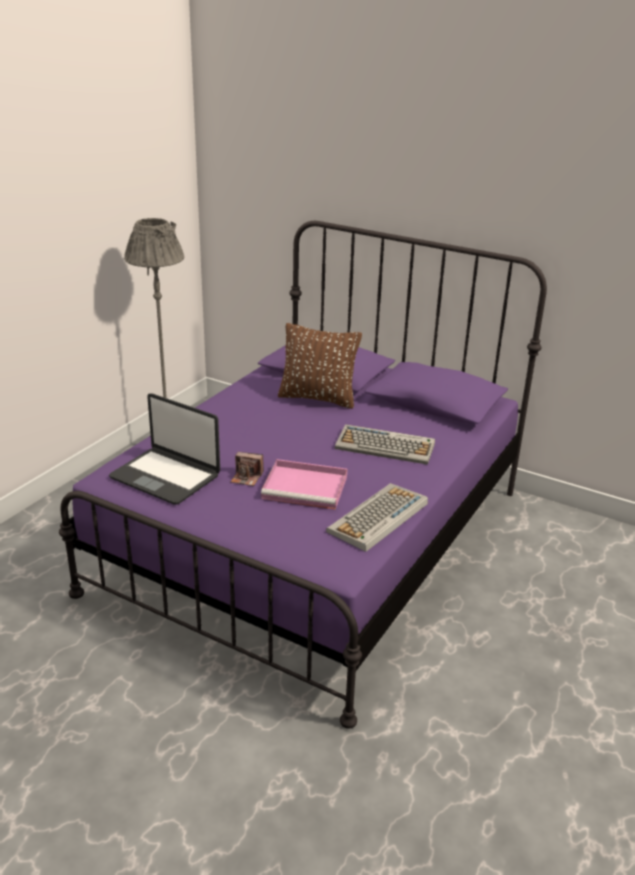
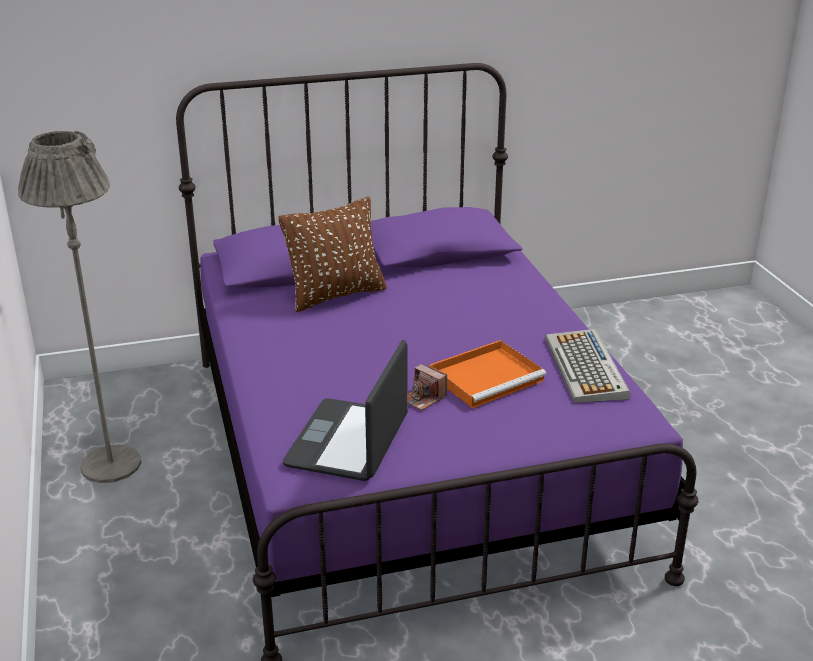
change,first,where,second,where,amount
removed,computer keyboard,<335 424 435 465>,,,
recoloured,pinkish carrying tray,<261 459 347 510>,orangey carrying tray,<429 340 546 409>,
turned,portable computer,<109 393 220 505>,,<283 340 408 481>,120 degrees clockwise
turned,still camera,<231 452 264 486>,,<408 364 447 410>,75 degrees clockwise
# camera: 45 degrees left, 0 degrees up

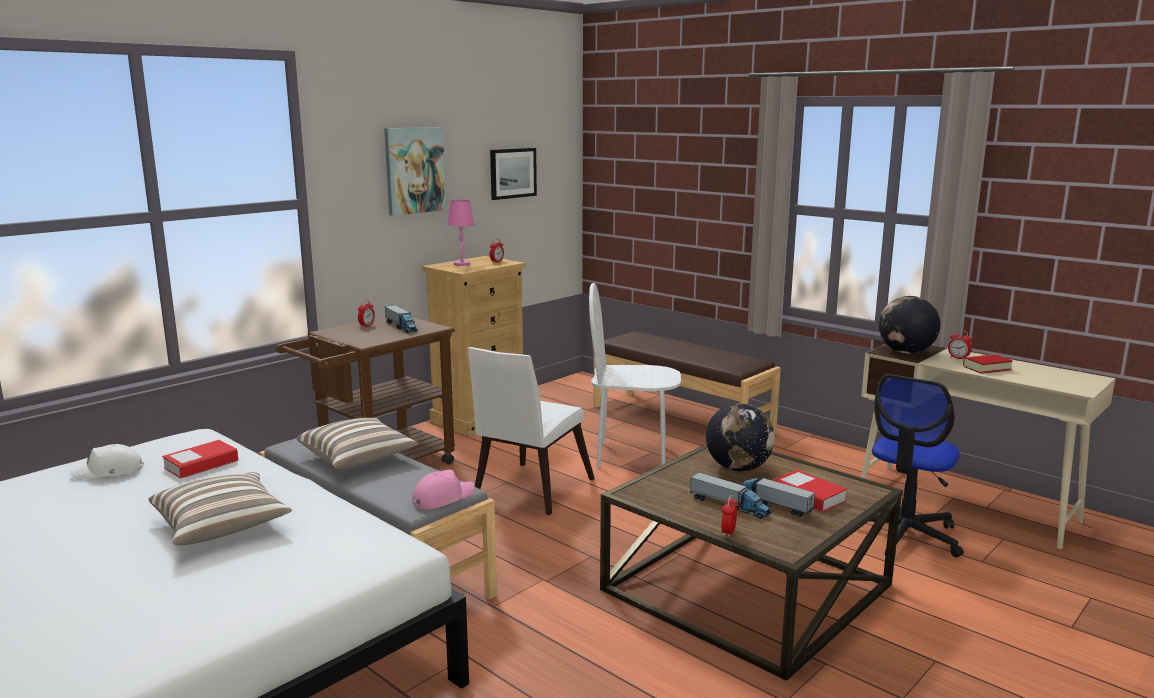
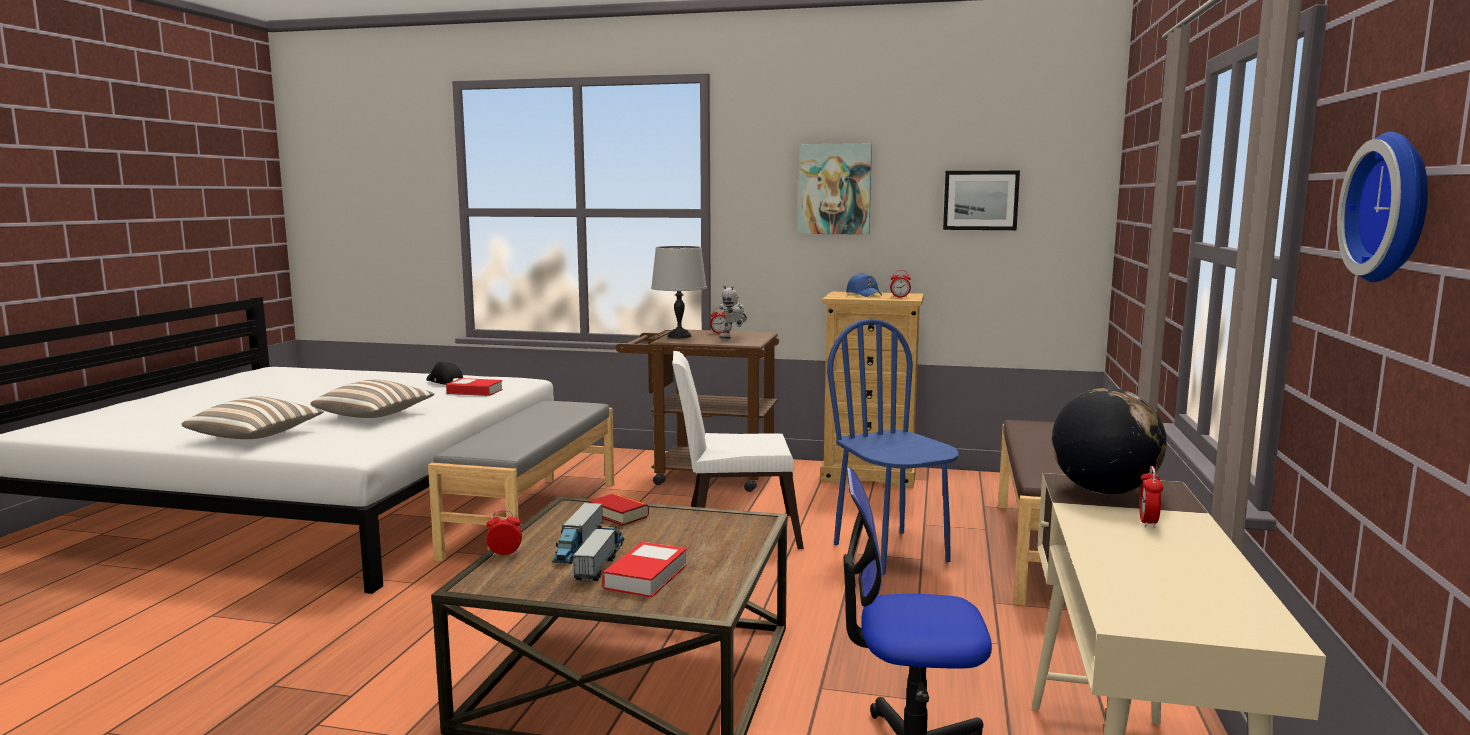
change,first,where,second,where,amount
removed,pinkish baseball cap,<413 470 475 509>,,,
removed,globe,<706 403 775 471>,,,
added,,,gray tabletop lamp,<651 246 707 338>,
added,,,clock on the wall,<1337 132 1428 282>,
moved,cushion,<296 417 418 470>,,<181 396 324 439>,
moved,volume,<963 354 1013 374>,,<589 493 649 526>,
replaced,toy truck,<385 305 418 333>,model robot,<719 285 747 339>,
replaced,pinkish tabletop lamp,<447 200 474 266>,bluish baseball cap,<846 273 882 297>,
recoloured,white baseball cap,<69 444 144 480>,black-coloured baseball cap,<426 362 463 385>,
recoloured,white upright chair,<589 283 681 468>,bluish upright chair,<827 318 959 575>,
# camera: 60 degrees right, 5 degrees down

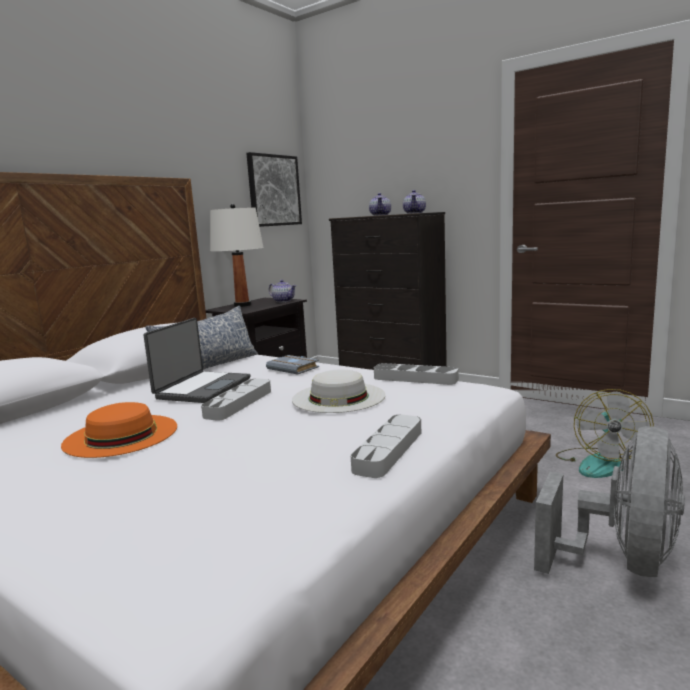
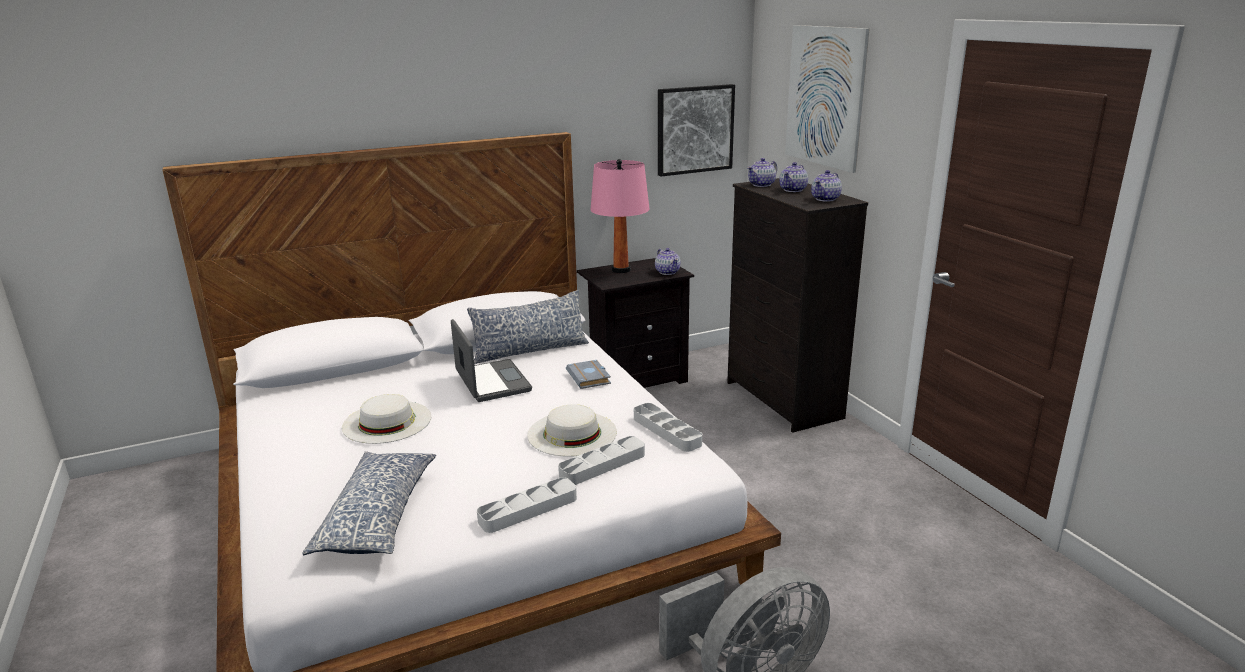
change,first,where,second,where,amount
removed,fan,<556 389 654 478>,,,
added,,,cushion,<302 451 436 555>,
added,,,teapot,<747 158 777 187>,
added,,,picture,<785 25 869 173>,
moved,gray carrying tray,<201 378 271 421>,,<558 436 645 485>,
recoloured,orangey wearable hat,<61 402 177 458>,white wearable hat,<342 394 431 444>,
recoloured,white tabletop lamp,<210 204 264 307>,pinkish tabletop lamp,<590 159 650 273>,
turned,portable computer,<143 318 251 403>,,<451 319 532 402>,75 degrees counterclockwise
# camera: 30 degrees right, 10 degrees up

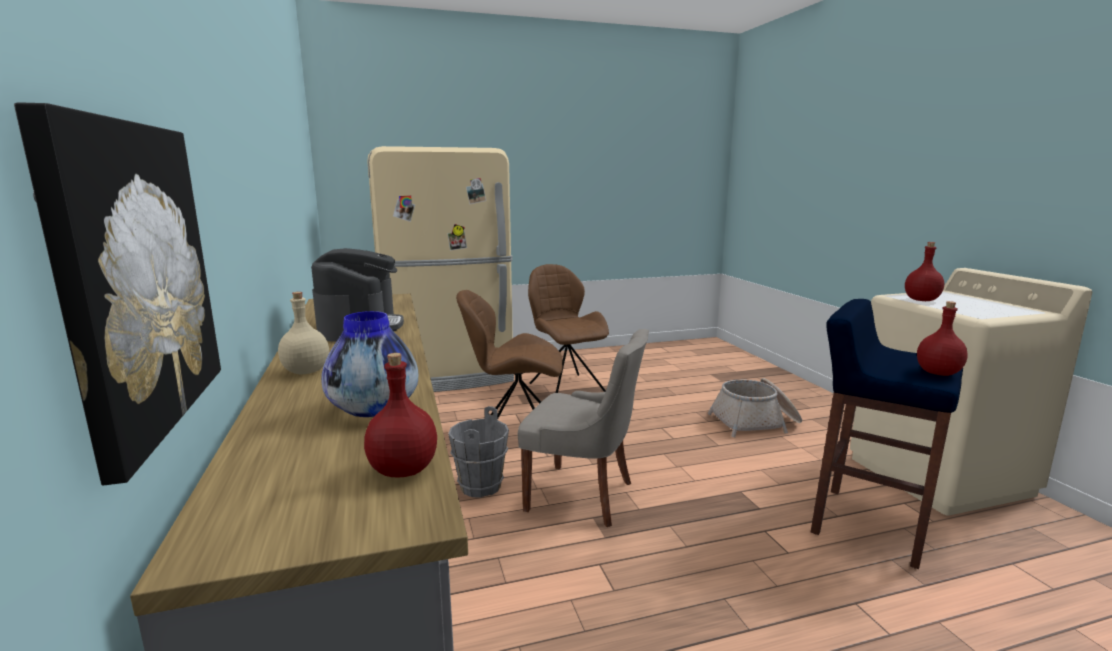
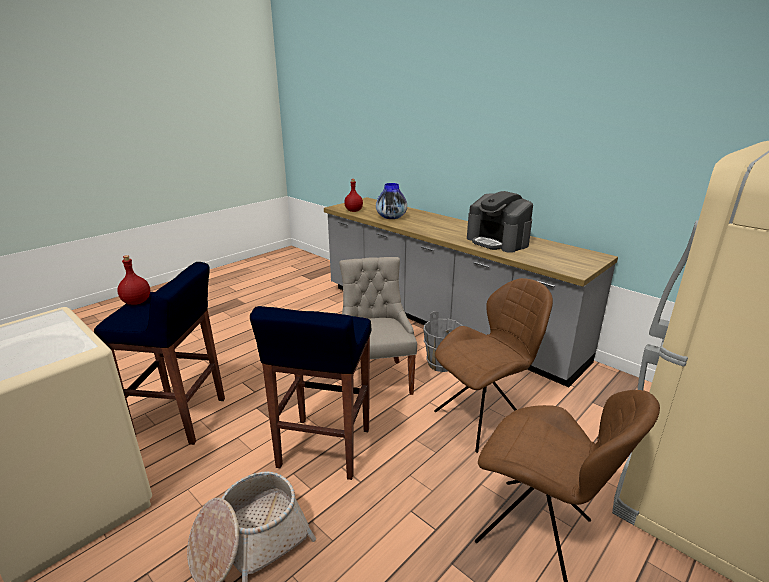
change,first,where,second,where,amount
removed,picture,<14 102 221 486>,,,
removed,beige beverage bottle,<278 292 329 374>,,,
removed,red beverage bottle,<905 242 944 301>,,,
added,,,bluish stool,<250 306 371 480>,
turned,gray upright chair,<518 329 649 527>,,<339 257 417 395>,90 degrees clockwise
# camera: 150 degrees right, 10 degrees up

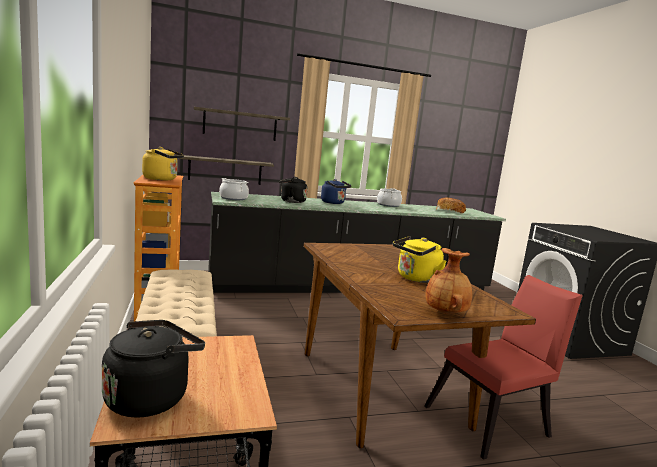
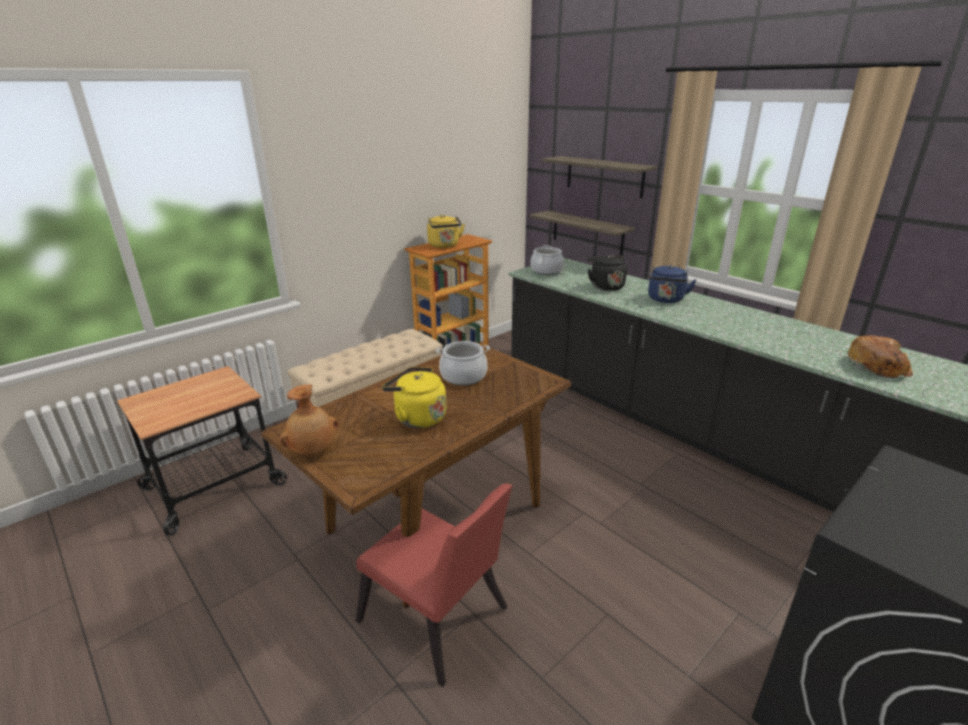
change,first,where,second,where,amount
removed,black-coloured water kettle,<102 320 205 418>,,,
moved,cooking pot,<377 188 402 207>,,<436 341 490 385>,
# camera: 65 degrees right, 15 degrees up

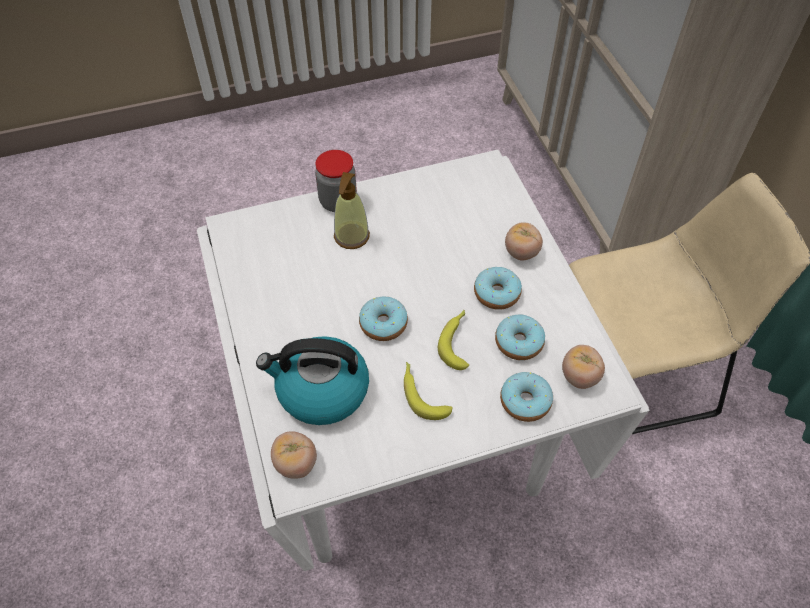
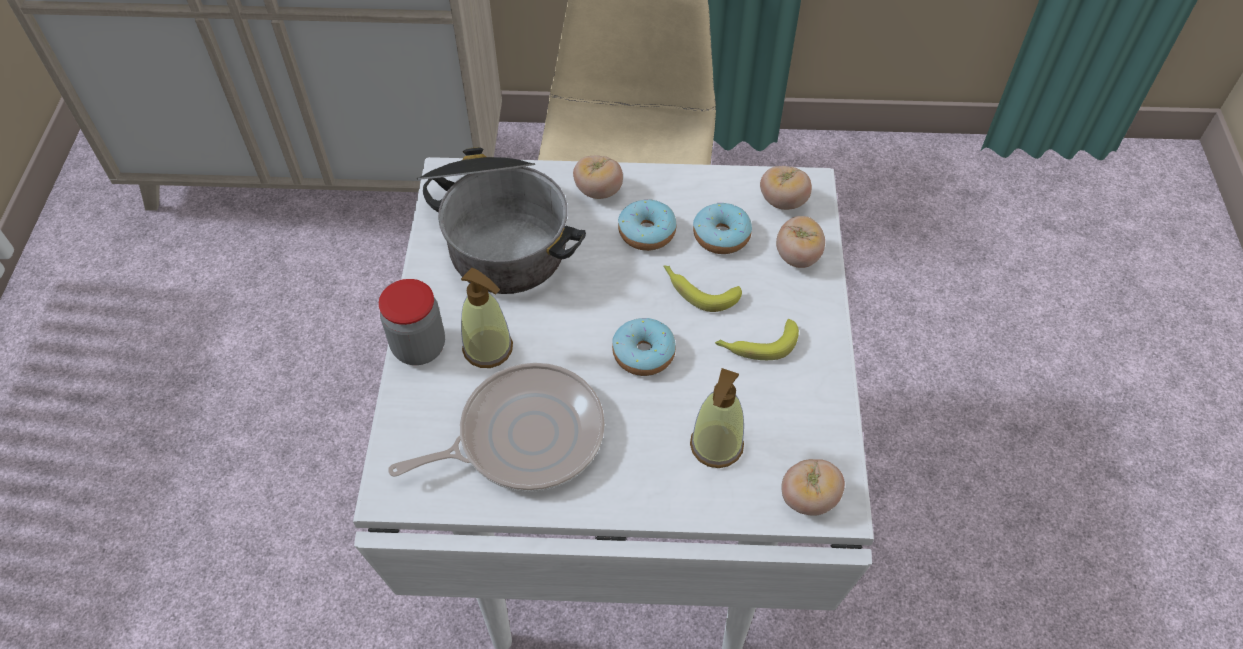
change,first,where,second,where,amount
added,,,skillet,<388 363 605 492>,
added,,,cooking pot,<417 147 586 294>,
replaced,water kettle,<256 336 369 425>,liquid soap bottle,<690 368 744 468>,
replaced,ring doughnut,<500 372 553 422>,fresh tomato,<776 216 825 268>,
# camera: 70 degrees left, 0 degrees up

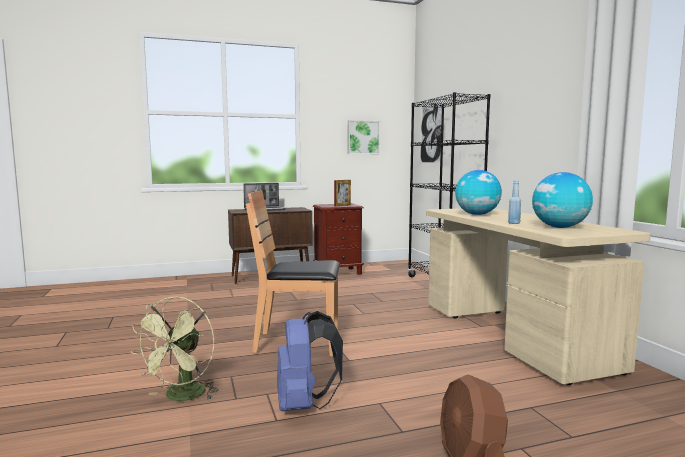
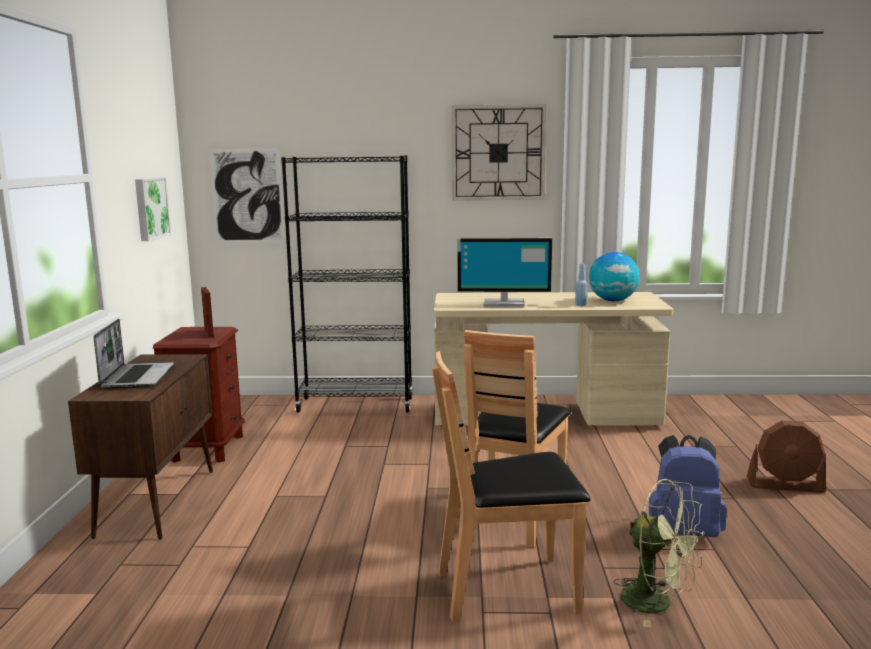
change,first,where,second,where,amount
added,,,brownish upright chair,<432 351 590 622>,
added,,,clock on the wall,<452 104 546 201>,
replaced,globe,<455 170 502 215>,computer screen,<457 238 552 308>,
# camera: 70 degrees left, 5 degrees up

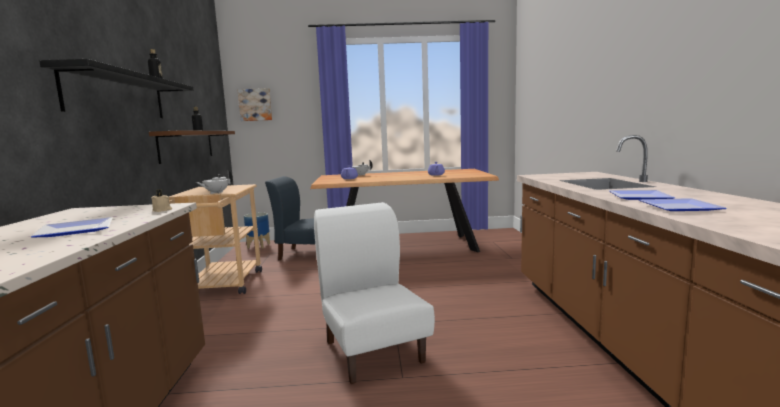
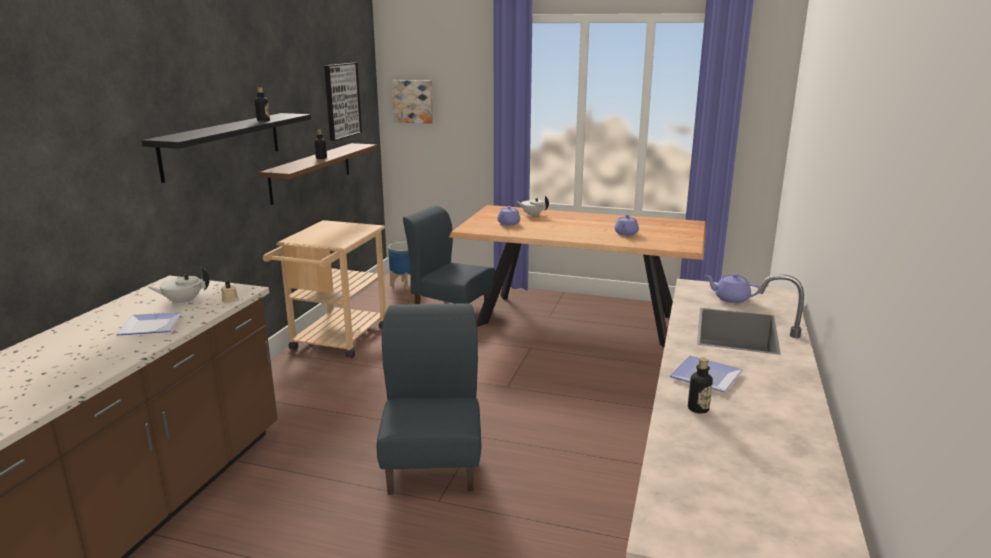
change,first,where,second,where,amount
added,,,picture,<324 63 362 141>,
added,,,purple teapot,<705 273 760 303>,
moved,white teapot,<196 170 233 194>,,<147 268 210 305>,
replaced,flat dish,<639 198 726 211>,beverage bottle,<688 358 713 414>,
recoloured,white upright chair,<314 202 435 384>,bluish upright chair,<377 303 482 495>,
# camera: 20 degrees right, 10 degrees up

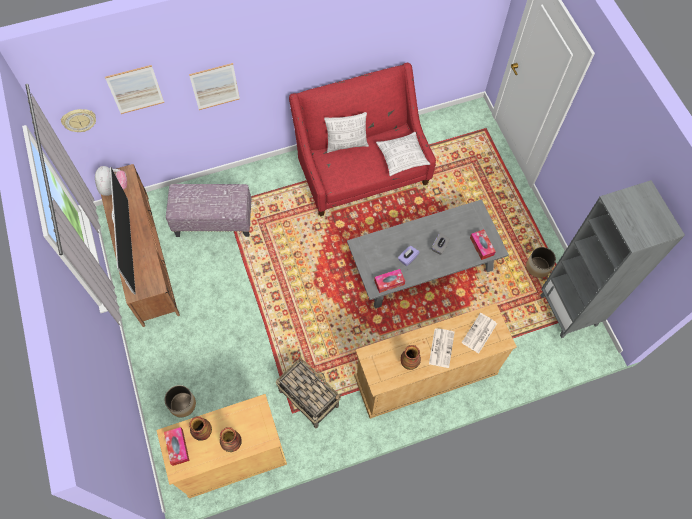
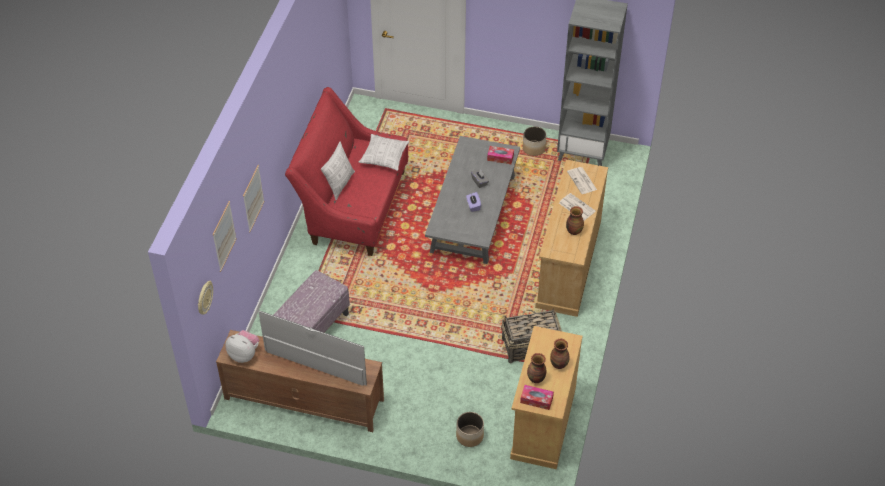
change,first,where,second,where,amount
removed,box of tissues,<374 269 405 293>,,,
# camera: 55 degrees left, 15 degrees down

